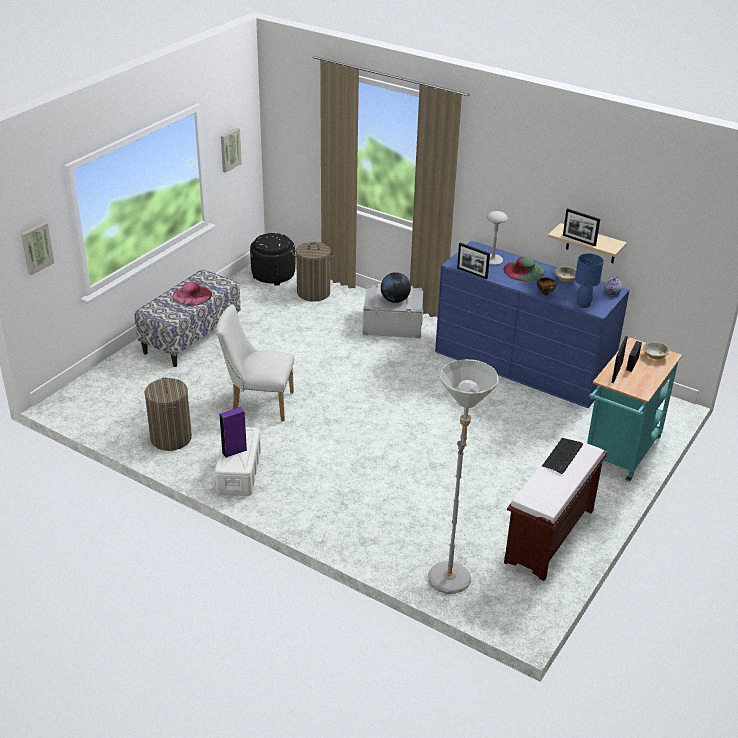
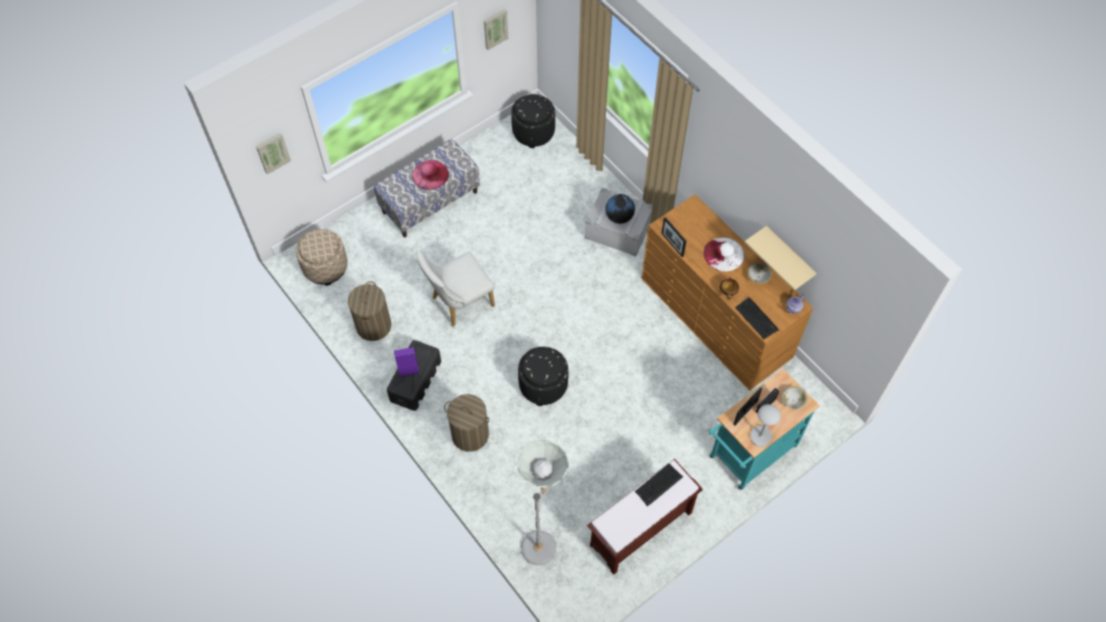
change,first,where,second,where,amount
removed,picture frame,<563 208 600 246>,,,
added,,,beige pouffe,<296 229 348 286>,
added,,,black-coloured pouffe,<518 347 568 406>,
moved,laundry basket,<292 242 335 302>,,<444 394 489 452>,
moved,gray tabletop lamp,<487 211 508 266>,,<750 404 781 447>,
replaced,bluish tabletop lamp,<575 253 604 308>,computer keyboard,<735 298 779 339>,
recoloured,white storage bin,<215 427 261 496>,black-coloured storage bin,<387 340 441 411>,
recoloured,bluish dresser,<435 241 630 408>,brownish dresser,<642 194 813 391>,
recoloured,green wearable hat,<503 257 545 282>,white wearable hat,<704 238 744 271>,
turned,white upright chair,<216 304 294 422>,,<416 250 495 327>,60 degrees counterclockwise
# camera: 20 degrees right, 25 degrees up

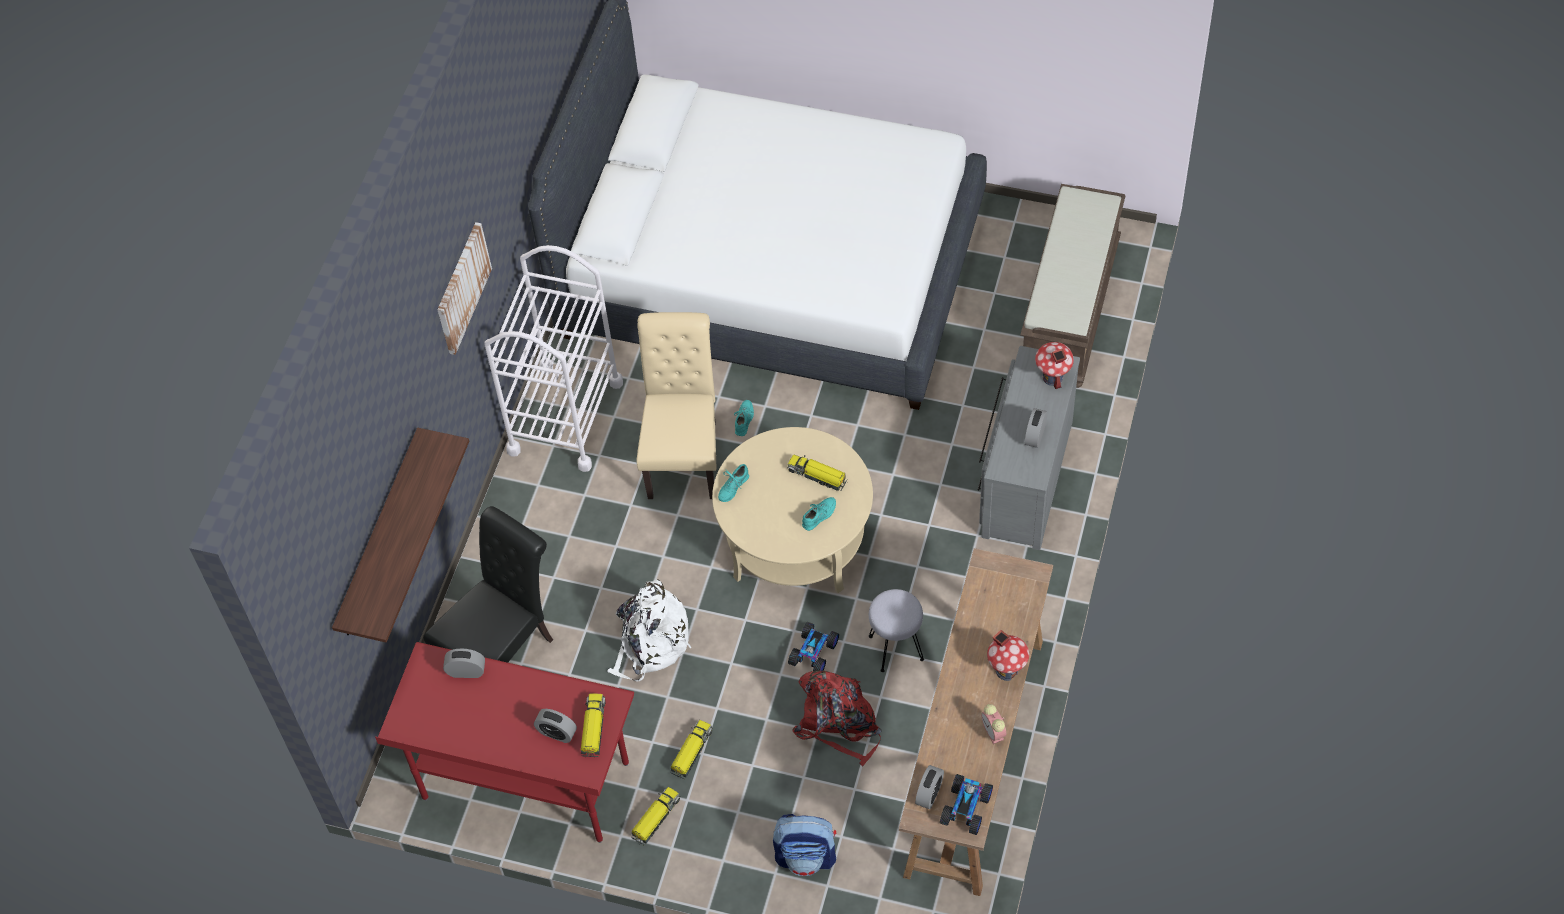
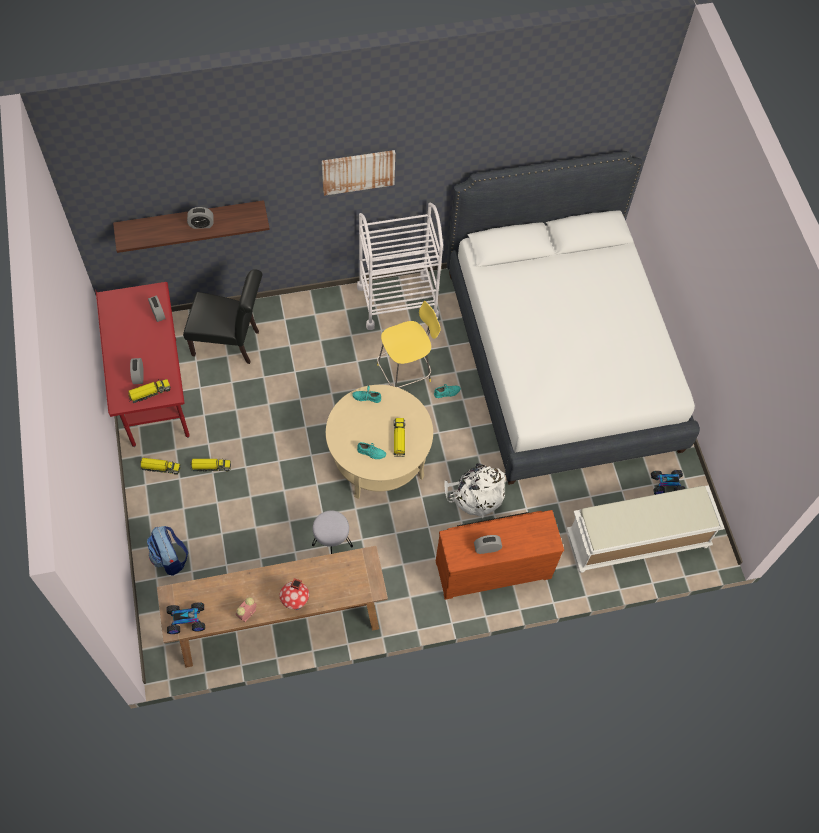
change,first,where,second,where,amount
removed,red backpack,<792 670 882 766>,,,
removed,miniature house,<1035 342 1074 389>,,,
moved,white backpack,<607 579 691 681>,,<444 463 505 518>,
moved,toy car,<788 622 839 671>,,<651 470 685 495>,
moved,table clock,<915 765 944 809>,,<187 207 214 229>,
replaced,beige upright chair,<637 312 716 499>,yellow-coloured stool,<377 301 441 388>,
recoloured,gray dresser,<978 346 1080 550>,brownish dresser,<436 510 564 600>,
recoloured,brownish long seat,<1020 184 1125 388>,white long seat,<567 485 725 573>,
# camera: 55 degrees right, 5 degrees up

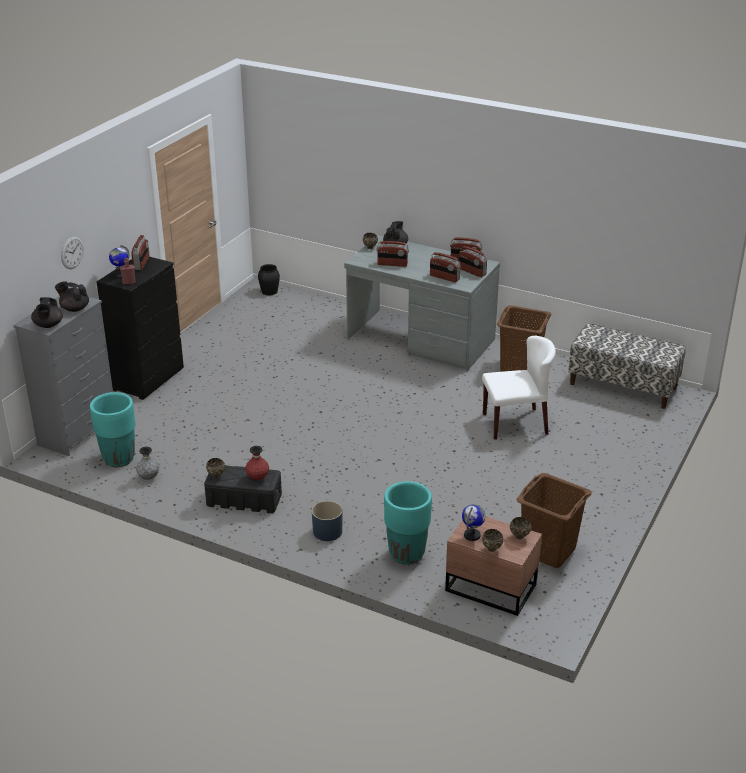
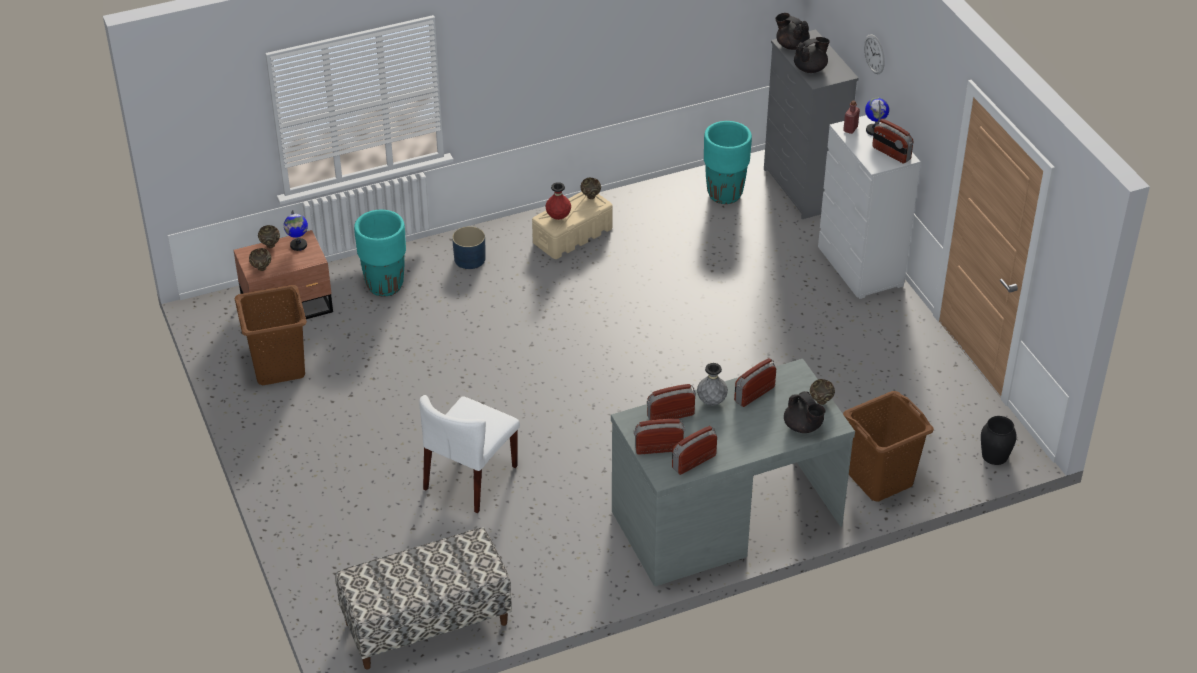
change,first,where,second,where,amount
moved,gray decorative vase,<136 447 159 480>,,<697 363 728 406>,
moved,brownish laundry basket,<497 305 551 372>,,<843 391 934 501>,
recoloured,black-coloured dresser,<97 257 184 400>,white dresser,<818 115 921 299>,
recoloured,black-coloured storage bin,<204 465 282 513>,beige storage bin,<532 192 613 259>,
# camera: 130 degrees right, 10 degrees up

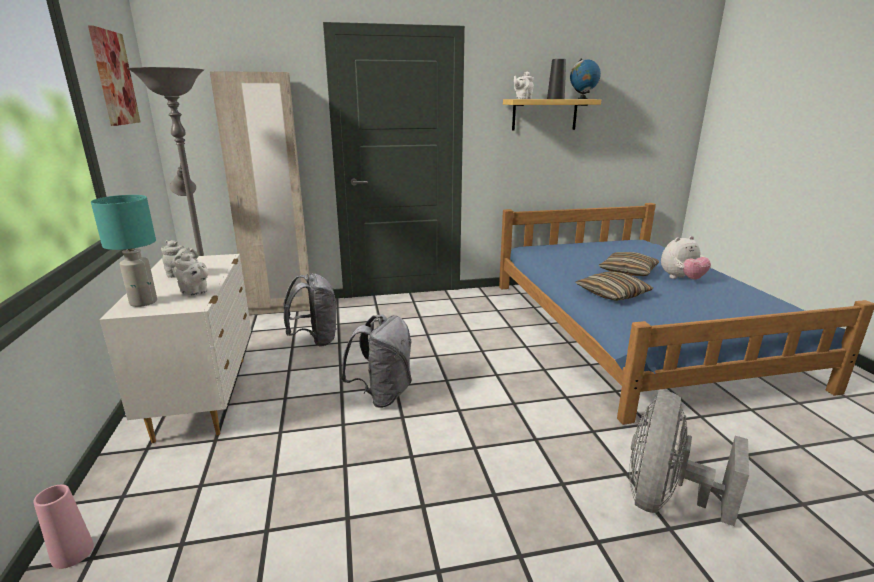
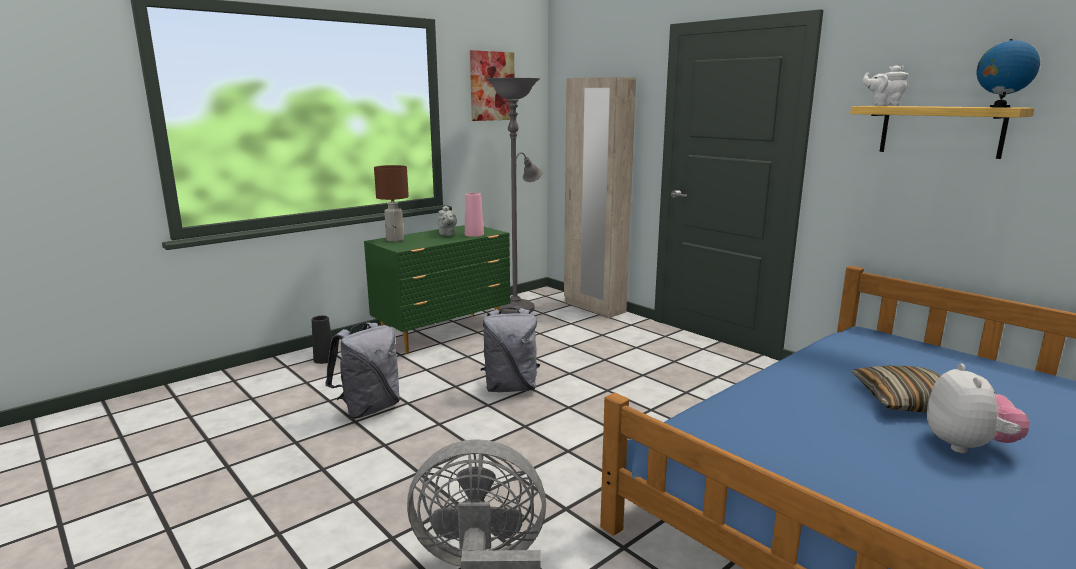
change,first,where,second,where,amount
removed,white teapot,<174 253 209 296>,,,
removed,cushion,<575 271 653 301>,,,
moved,pinkish decorative vase,<33 484 94 569>,,<465 193 484 237>,
moved,gray backpack,<283 273 336 347>,,<325 322 400 419>,
moved,black-coloured decorative vase,<547 59 566 99>,,<312 316 332 364>,
recoloured,blue-green tabletop lamp,<91 195 157 307>,brownish tabletop lamp,<374 165 409 242>,
recoloured,white dresser,<100 254 252 443>,green dresser,<364 225 510 354>,
turned,soft toy,<661 236 711 280>,,<927 363 1029 453>,120 degrees counterclockwise
# camera: 60 degrees right, 5 degrees down

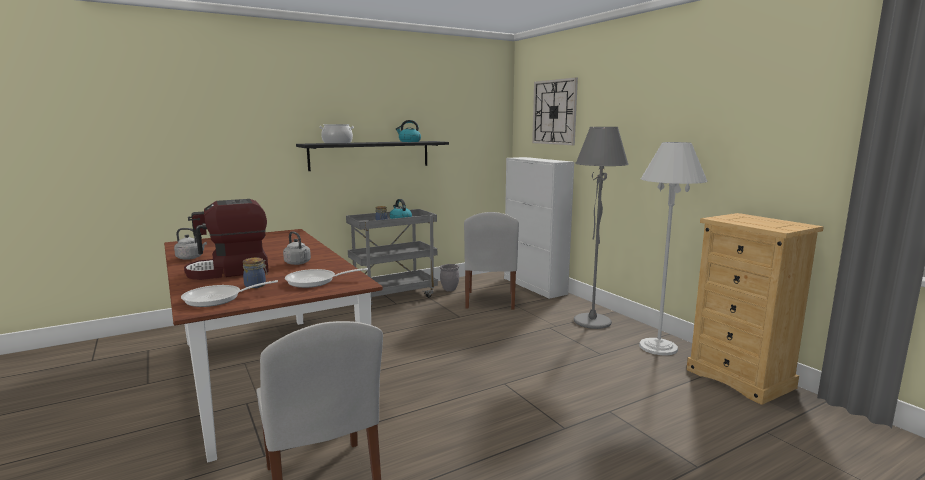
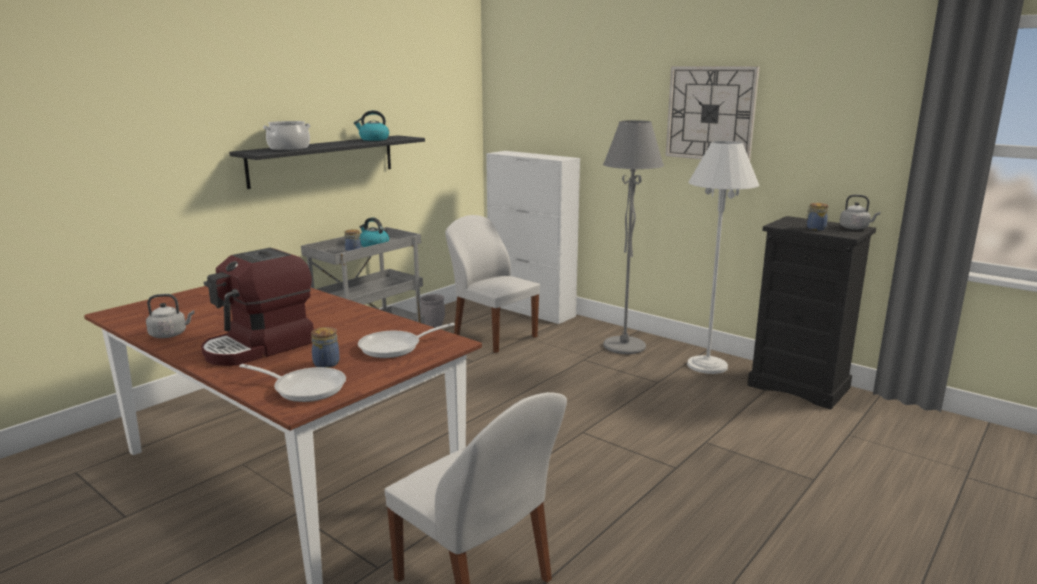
change,first,where,second,where,amount
added,,,storage jar,<806 203 829 230>,
moved,gray water kettle,<283 231 311 265>,,<840 194 880 230>,
moved,clock on the wall,<532 77 578 145>,,<666 66 760 160>,
recoloured,beige dresser,<686 213 824 405>,black-coloured dresser,<747 216 876 409>,
turned,skillet,<181 280 278 307>,,<239 364 346 402>,120 degrees counterclockwise
turned,white upright chair,<464 212 519 310>,,<445 215 540 353>,150 degrees clockwise
# camera: 20 degrees left, 5 degrees up

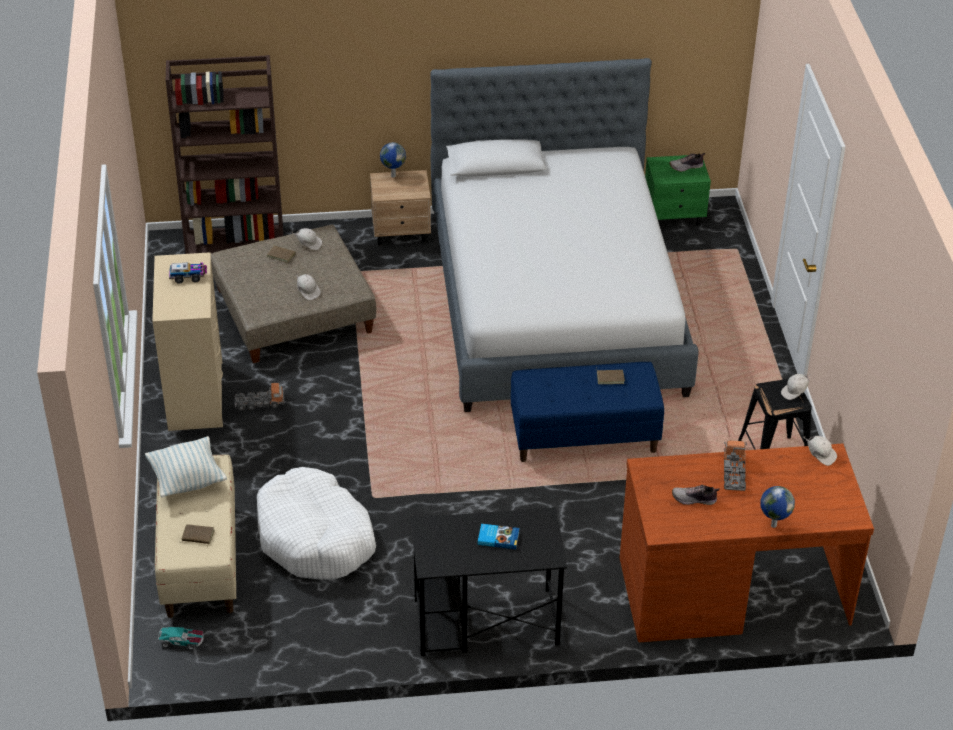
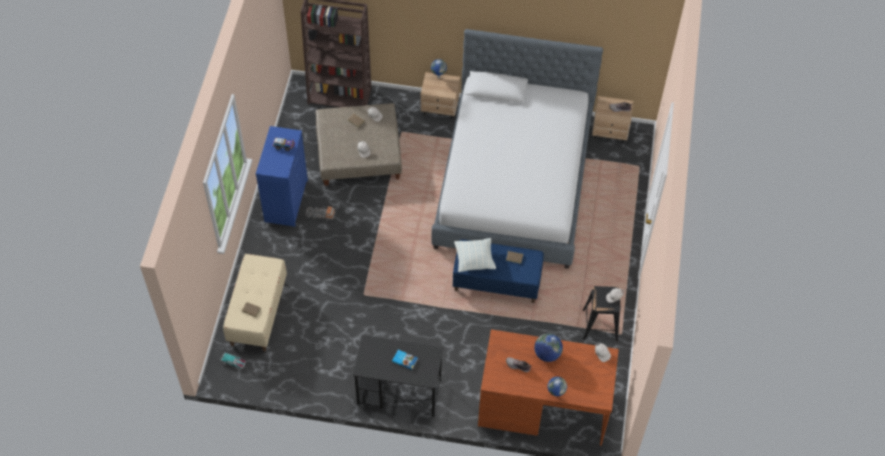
change,first,where,second,where,amount
removed,white dog bed,<257 467 376 579>,,,
moved,cushion,<145 436 227 497>,,<454 238 496 272>,
replaced,toy truck,<724 441 747 491>,globe,<534 333 563 362>,
recoloured,beige dresser,<152 252 223 431>,bluish dresser,<256 126 308 227>,
recoloured,green night table,<645 155 711 226>,beige night table,<592 96 633 143>,
# camera: 15 degrees right, 15 degrees up

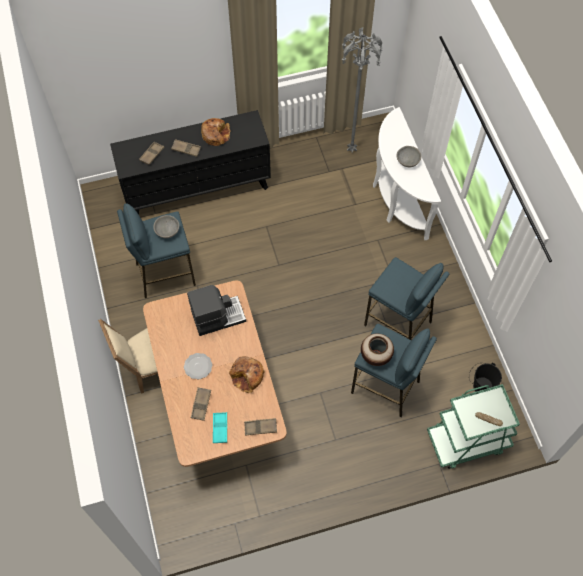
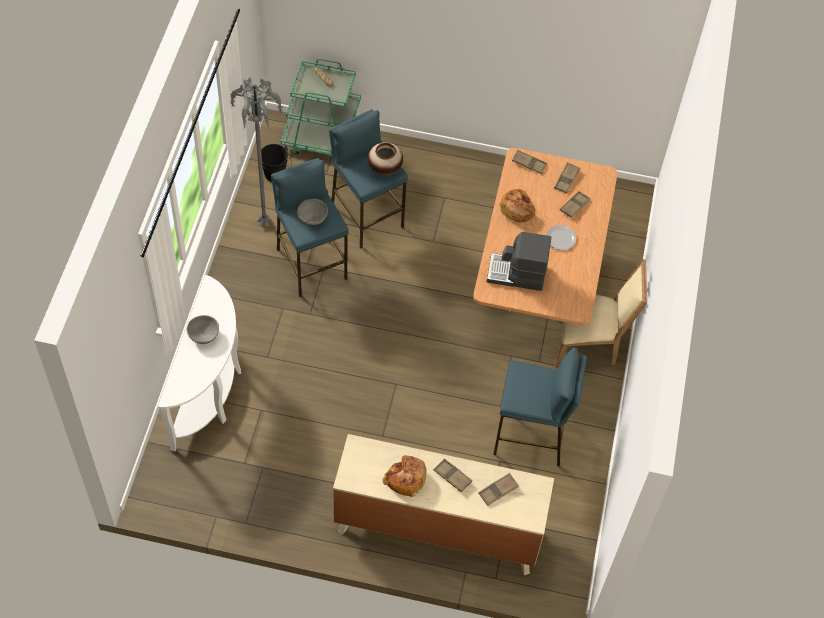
change,first,where,second,where,amount
moved,gray serving bowl,<153 215 179 238>,,<297 199 328 225>,
moved,gray standing lamp,<342 27 383 153>,,<230 77 283 226>,
recoloured,black-coloured dresser,<110 110 271 215>,beige dresser,<333 434 554 575>,
recoloured,blue-green carrying tray,<213 412 227 443>,brownish carrying tray,<554 162 580 194>,
# camera: 155 degrees left, 5 degrees down

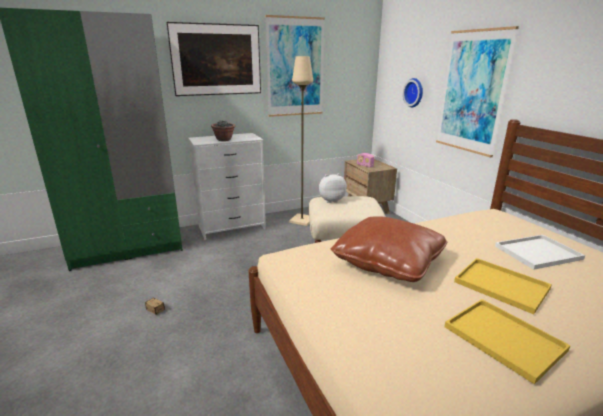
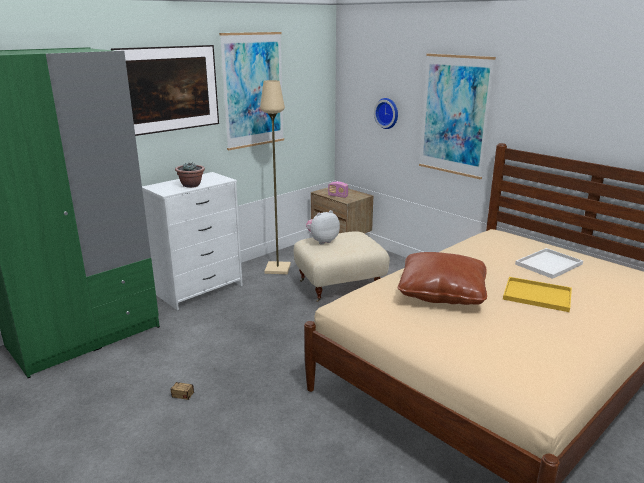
change,first,where,second,where,amount
removed,yellow-coloured carrying tray,<444 299 571 384>,,,
# camera: 20 degrees left, 0 degrees up

